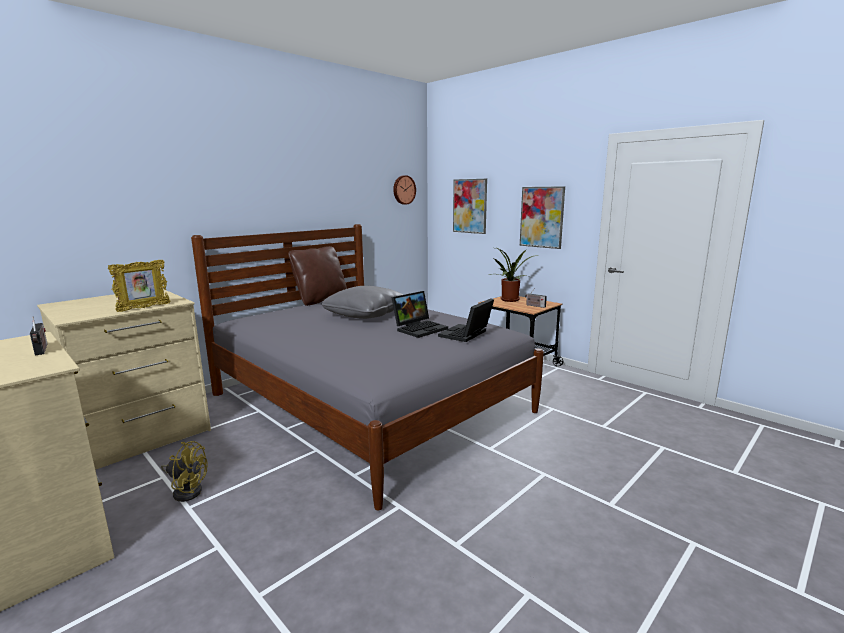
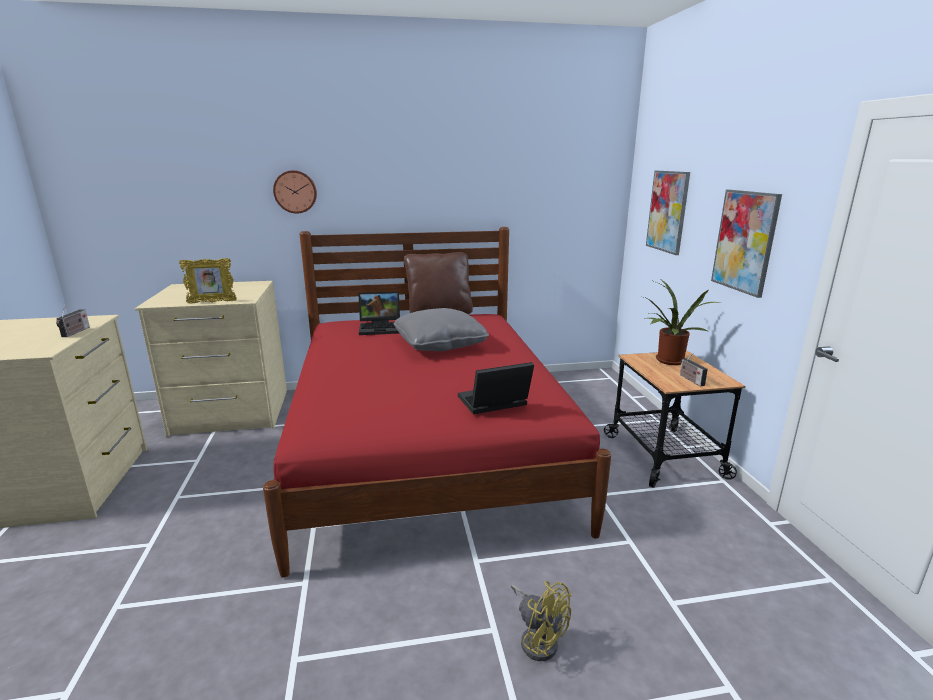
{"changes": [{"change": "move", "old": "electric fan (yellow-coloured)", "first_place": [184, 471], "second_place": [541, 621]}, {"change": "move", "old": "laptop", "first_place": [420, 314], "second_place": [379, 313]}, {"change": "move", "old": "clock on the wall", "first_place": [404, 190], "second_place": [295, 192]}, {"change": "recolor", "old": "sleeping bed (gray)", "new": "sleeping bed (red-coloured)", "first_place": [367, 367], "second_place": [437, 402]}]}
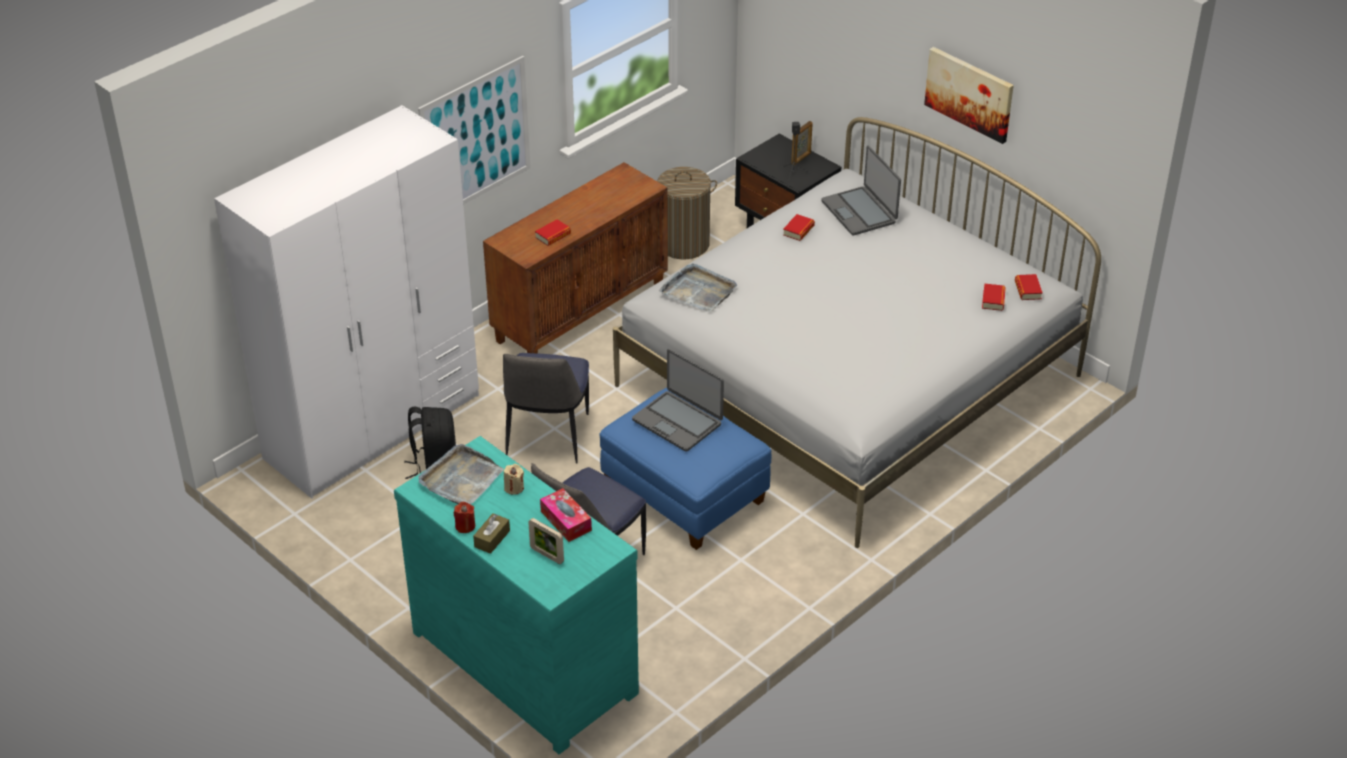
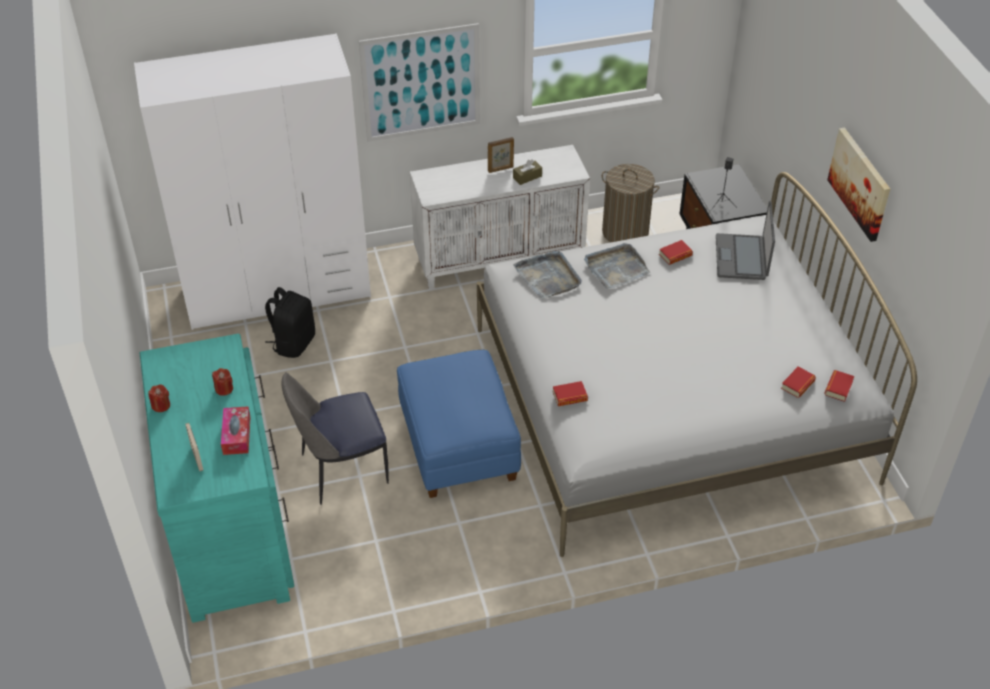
{"changes": [{"change": "delete", "old": "chair", "first_place": [546, 408]}, {"change": "delete", "old": "laptop", "first_place": [678, 400]}, {"change": "move", "old": "carrying tray (gray)", "first_place": [461, 474], "second_place": [617, 266]}, {"change": "move", "old": "box of tissues (brown-coloured)", "first_place": [491, 533], "second_place": [527, 172]}, {"change": "move", "old": "book", "first_place": [553, 232], "second_place": [570, 393]}, {"change": "move", "old": "standing frame", "first_place": [801, 143], "second_place": [501, 155]}, {"change": "recolor", "old": "cabinet (brown-coloured)", "new": "cabinet (white-coloured)", "first_place": [575, 257], "second_place": [500, 217]}, {"change": "recolor", "old": "candle (beige)", "new": "candle (red-coloured)", "first_place": [514, 479], "second_place": [222, 382]}]}
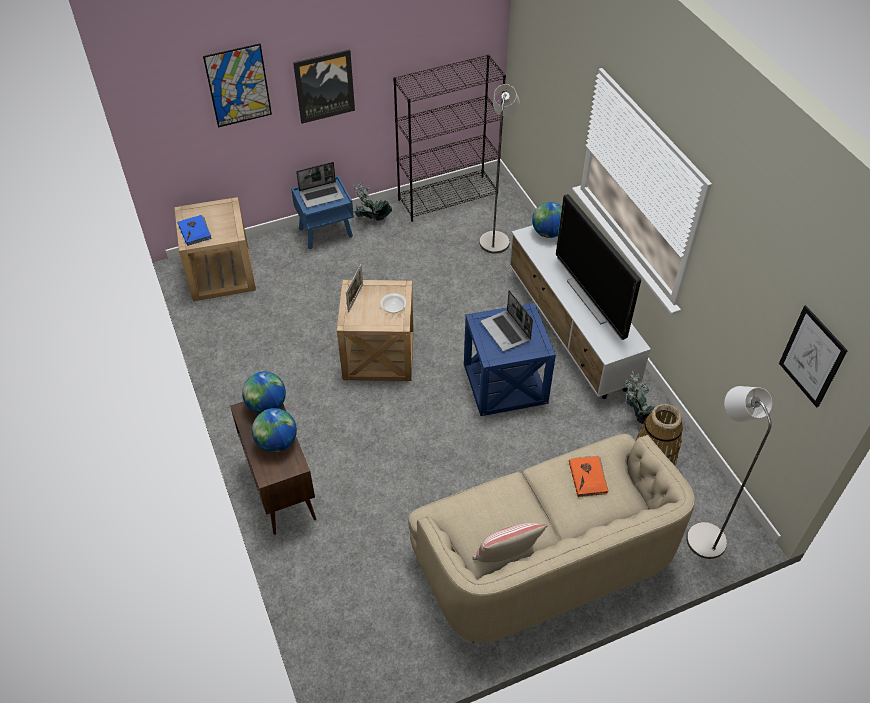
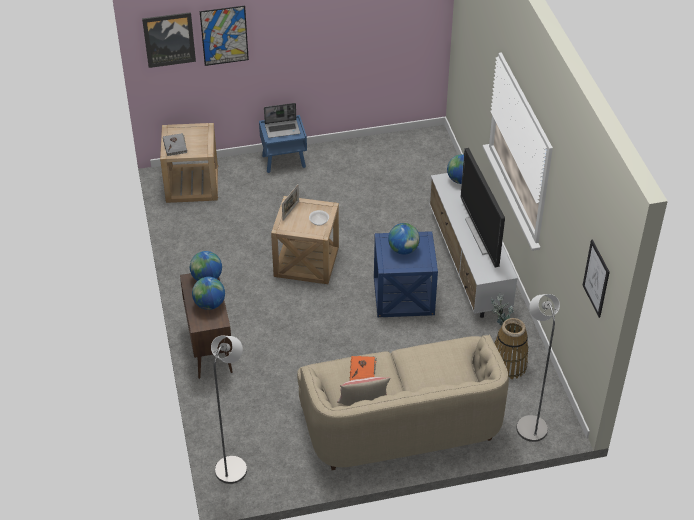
{"changes": [{"change": "delete", "old": "plant in a pot", "first_place": [372, 201]}, {"change": "delete", "old": "bookcase (blackish)", "first_place": [449, 138]}, {"change": "move", "old": "picture", "first_place": [324, 86], "second_place": [169, 40]}, {"change": "move", "old": "standing lamp (gray)", "first_place": [499, 169], "second_place": [229, 410]}, {"change": "move", "old": "book (orange-coloured)", "first_place": [589, 476], "second_place": [363, 368]}, {"change": "replace", "old": "laptop", "new": "desk globe", "first_place": [507, 320], "second_place": [404, 239]}, {"change": "recolor", "old": "book (blue)", "new": "book (gray)", "first_place": [194, 230], "second_place": [175, 144]}]}
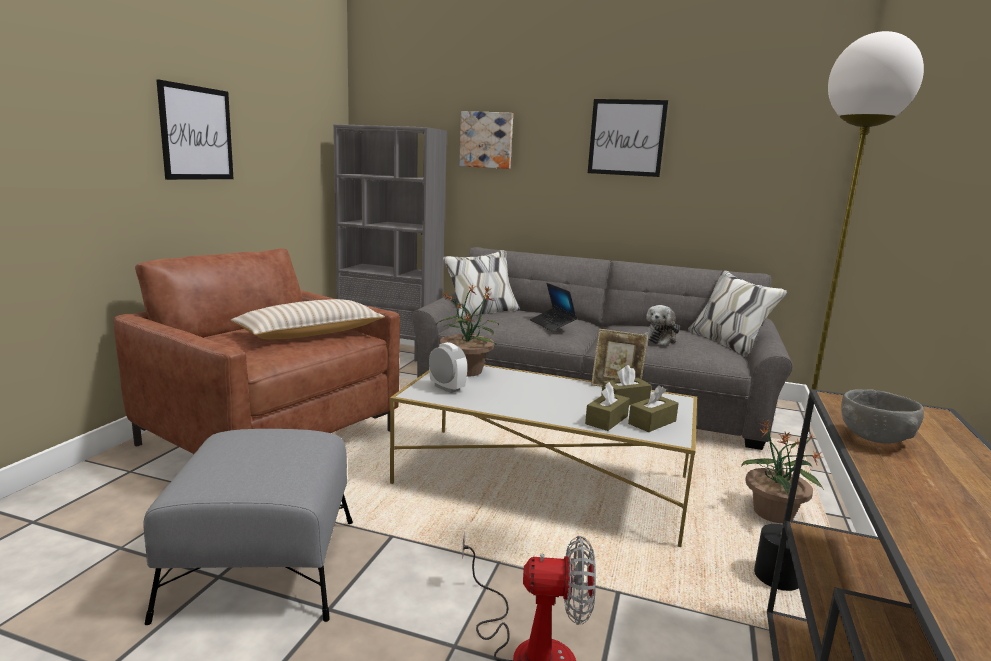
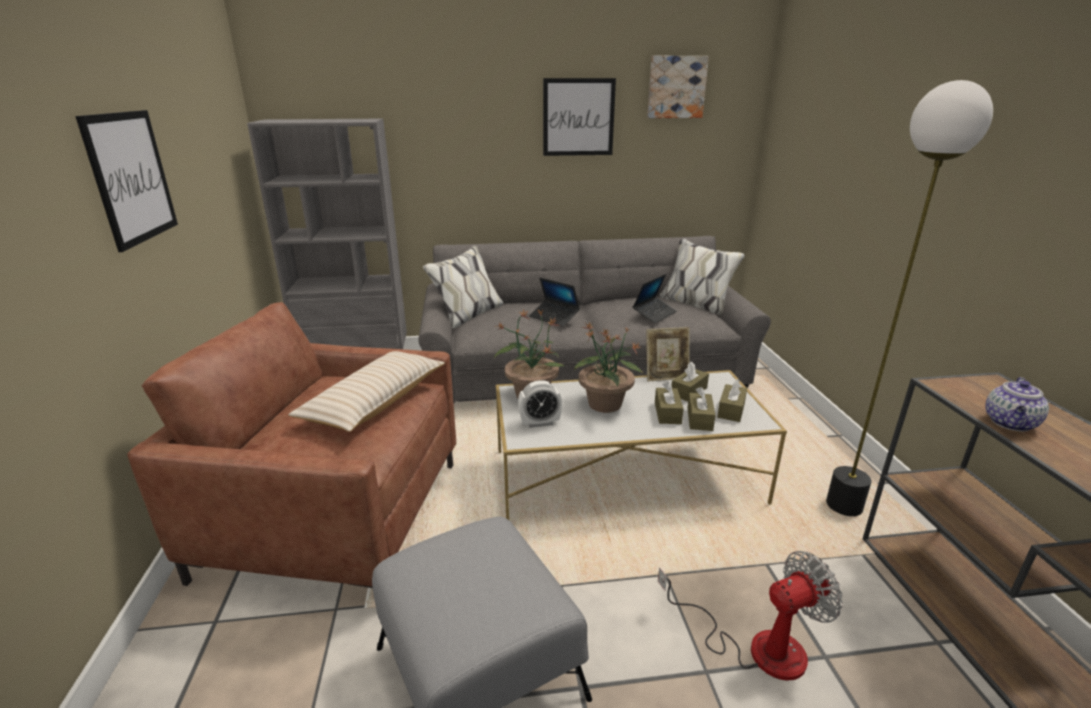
{"changes": [{"change": "insert", "new": "box of tissues (brown-coloured)", "second_place": [669, 403]}, {"change": "move", "old": "picture", "first_place": [486, 140], "second_place": [678, 87]}, {"change": "move", "old": "plant in a pot", "first_place": [782, 471], "second_place": [609, 368]}, {"change": "replace", "old": "soft toy", "new": "laptop", "first_place": [661, 325], "second_place": [655, 298]}, {"change": "replace", "old": "bowl (gray)", "new": "teapot", "first_place": [882, 416], "second_place": [1017, 404]}, {"change": "rotate", "old": "bedside clock", "first_place": [448, 367], "second_place": [540, 404], "degrees": 150}]}
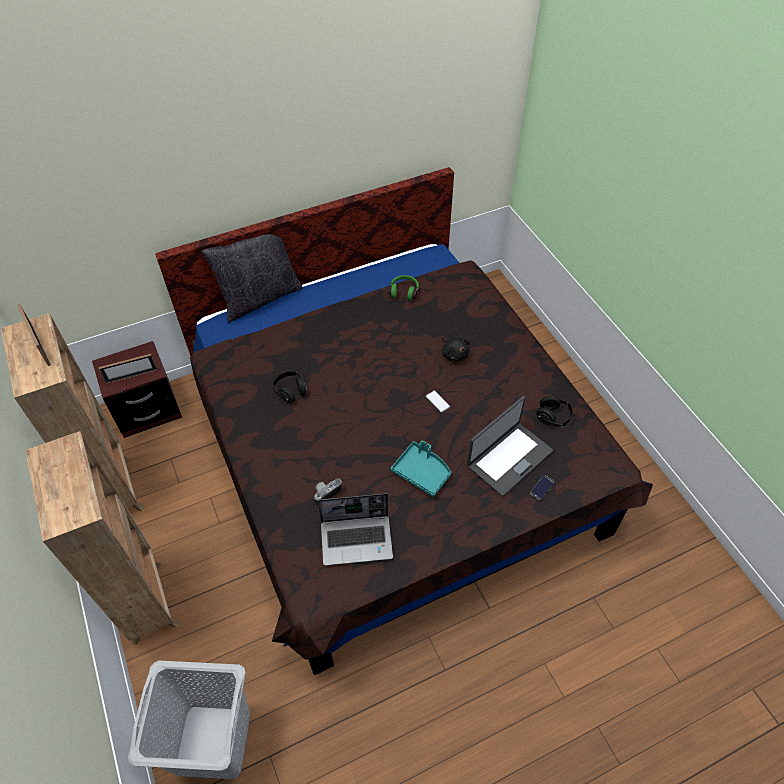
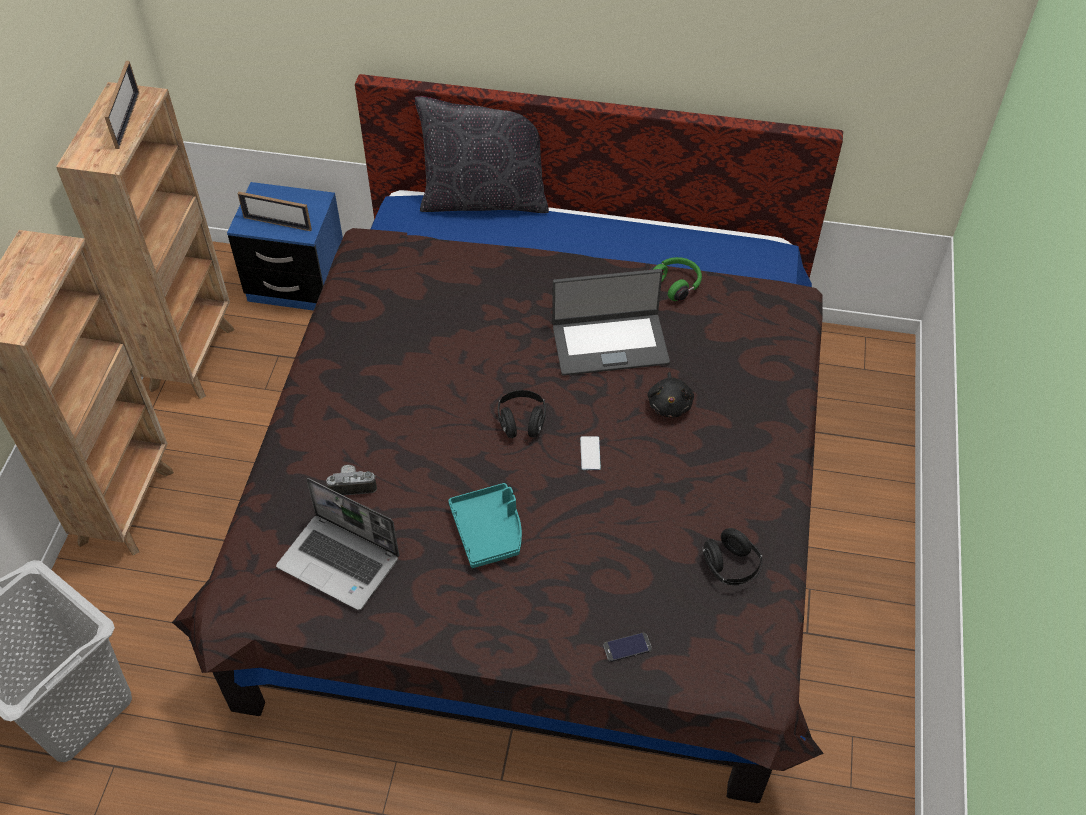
{"changes": [{"change": "move", "old": "headphones (blackish)", "first_place": [290, 387], "second_place": [522, 414]}, {"change": "move", "old": "laptop", "first_place": [510, 446], "second_place": [611, 322]}, {"change": "recolor", "old": "night table (brown-coloured)", "new": "night table (blue)", "first_place": [137, 389], "second_place": [285, 246]}]}
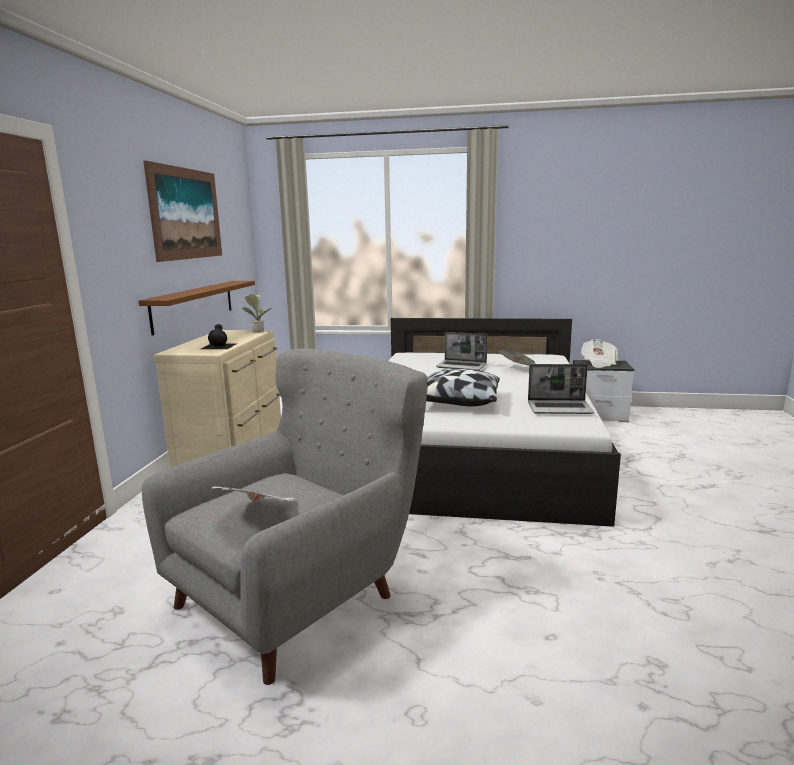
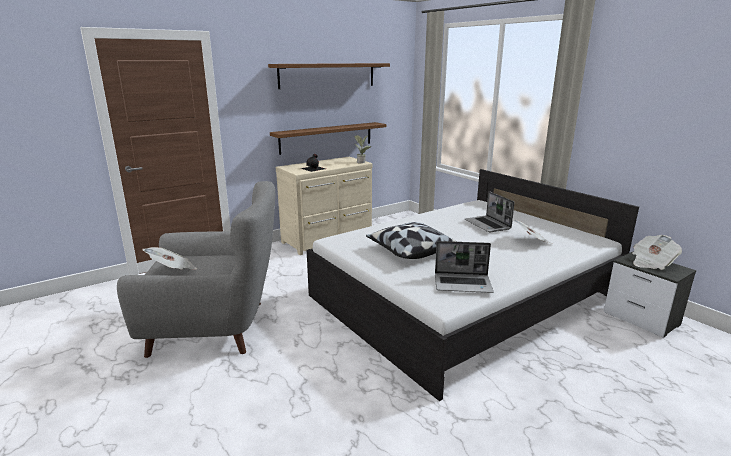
{"changes": [{"change": "replace", "old": "picture", "new": "shelf (brown-coloured)", "first_place": [182, 211], "second_place": [329, 76]}, {"change": "rotate", "old": "laptop", "first_place": [561, 389], "second_place": [464, 267], "degrees": -45}]}
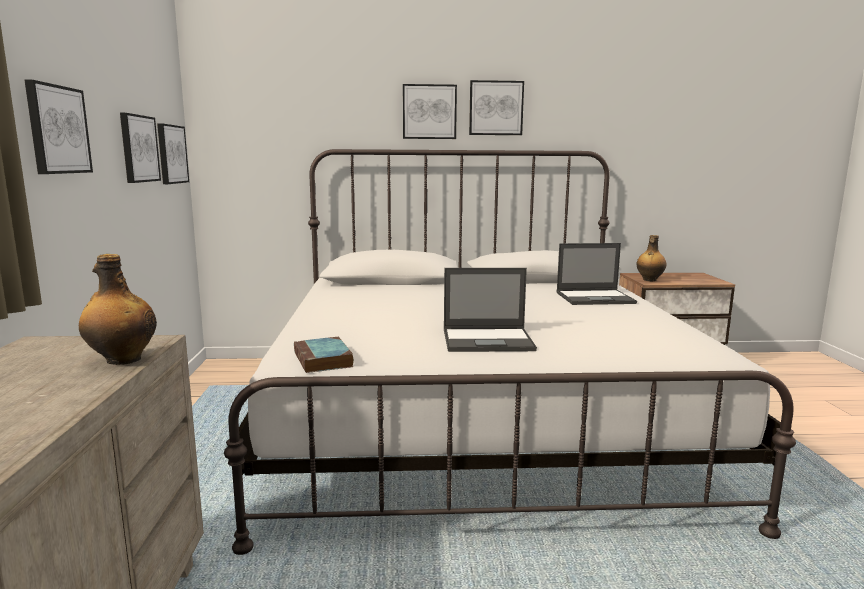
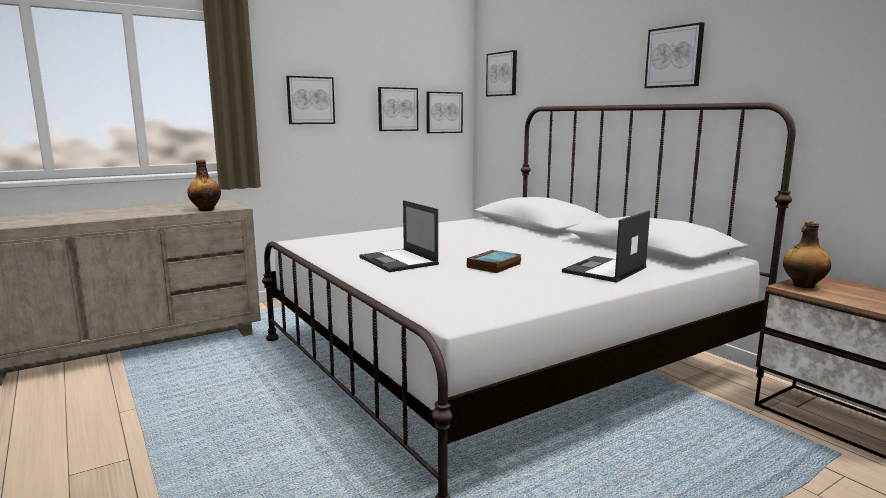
{"changes": [{"change": "move", "old": "book", "first_place": [324, 355], "second_place": [494, 261]}, {"change": "move", "old": "picture", "first_place": [430, 111], "second_place": [501, 73]}, {"change": "rotate", "old": "laptop", "first_place": [596, 274], "second_place": [606, 246], "degrees": 75}]}
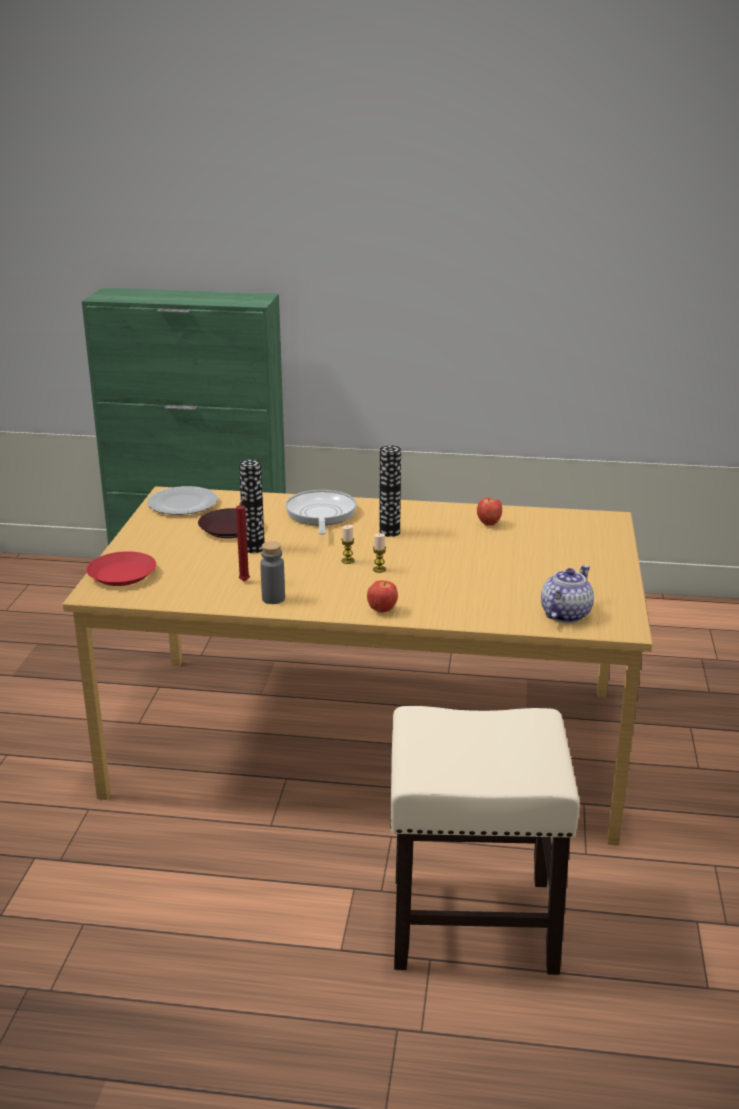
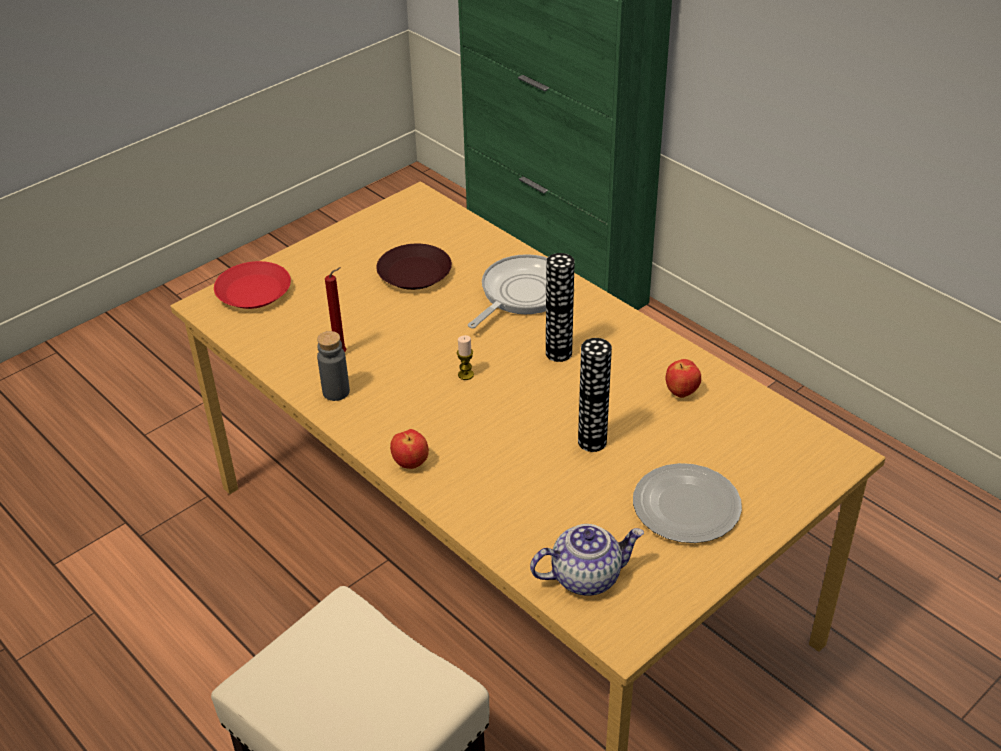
{"changes": [{"change": "delete", "old": "candle", "first_place": [379, 553]}, {"change": "move", "old": "dinner plate", "first_place": [182, 500], "second_place": [687, 503]}, {"change": "move", "old": "flower vase", "first_place": [252, 506], "second_place": [595, 395]}]}
